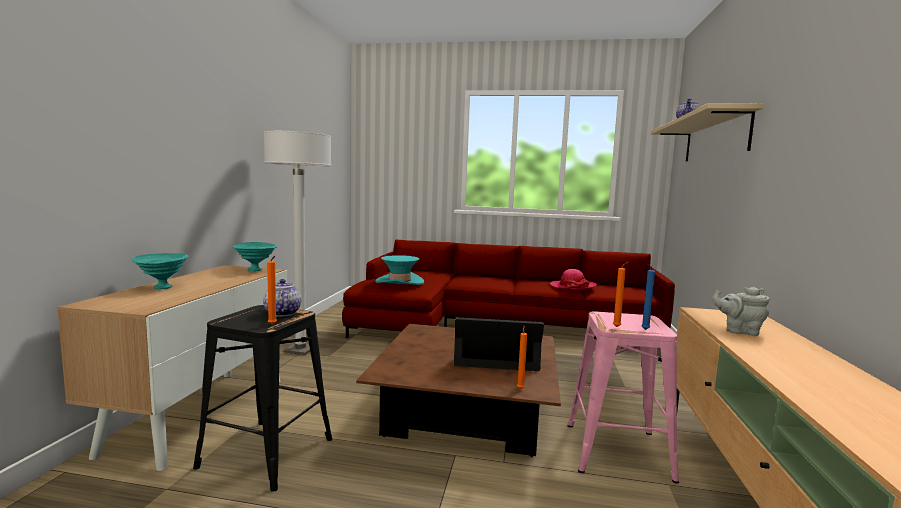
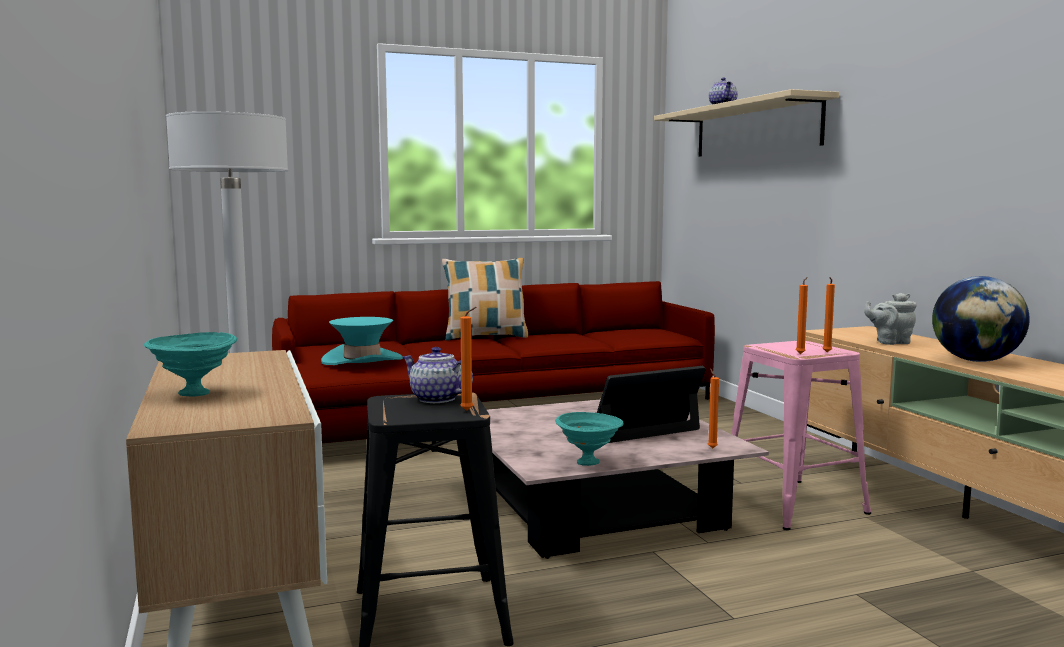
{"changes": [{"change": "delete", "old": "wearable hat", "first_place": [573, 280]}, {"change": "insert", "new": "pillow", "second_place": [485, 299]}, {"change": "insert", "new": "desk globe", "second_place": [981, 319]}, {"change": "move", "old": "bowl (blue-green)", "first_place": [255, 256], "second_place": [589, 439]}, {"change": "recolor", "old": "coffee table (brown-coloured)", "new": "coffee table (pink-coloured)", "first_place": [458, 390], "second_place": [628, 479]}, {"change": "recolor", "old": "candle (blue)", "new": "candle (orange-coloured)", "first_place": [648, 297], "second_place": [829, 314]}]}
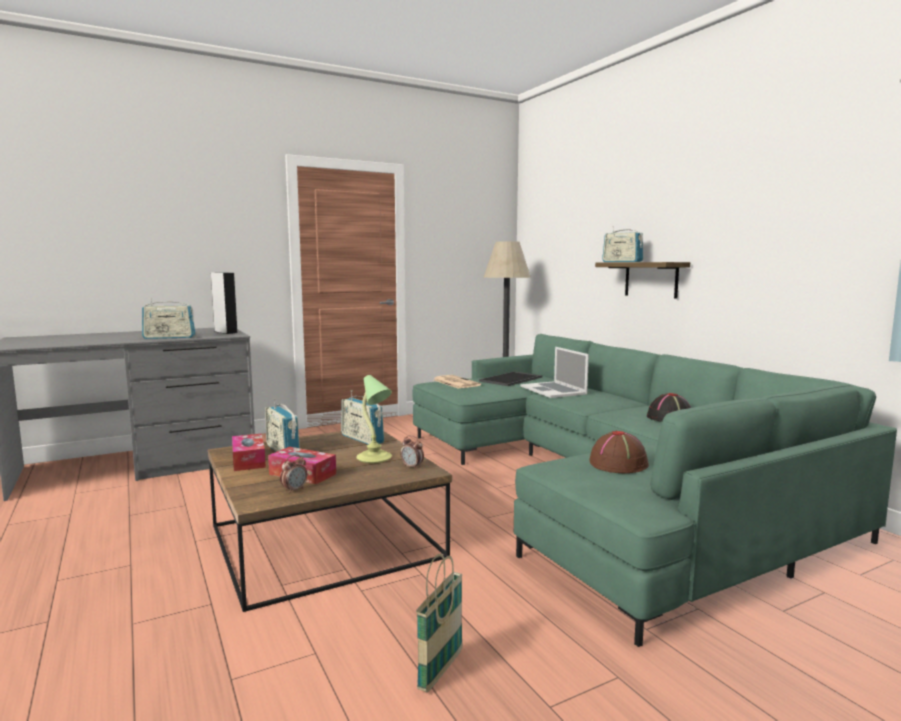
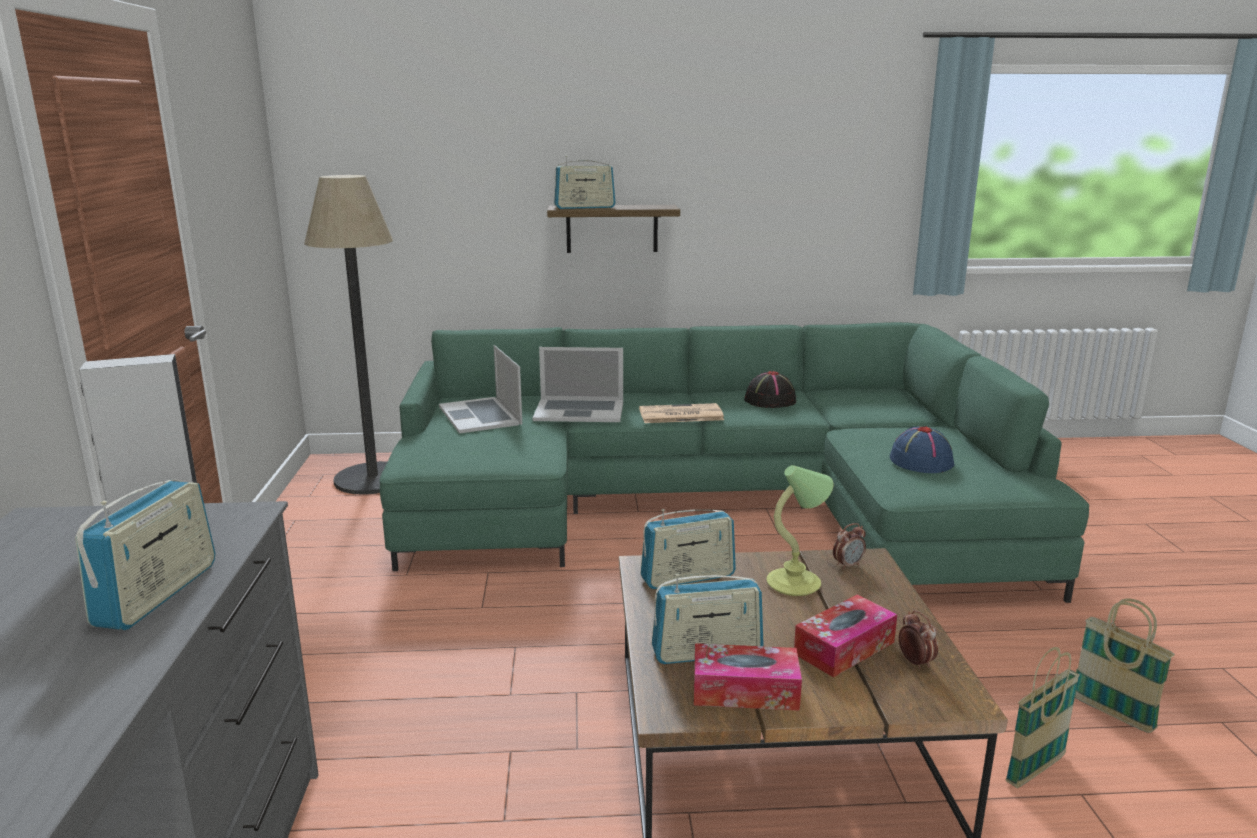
{"changes": [{"change": "insert", "new": "basket", "second_place": [1043, 717]}, {"change": "move", "old": "daily paper", "first_place": [457, 382], "second_place": [681, 413]}, {"change": "replace", "old": "carrying tray", "new": "laptop", "first_place": [510, 378], "second_place": [480, 389]}, {"change": "recolor", "old": "wearable hat (brown-coloured)", "new": "wearable hat (blue)", "first_place": [619, 452], "second_place": [922, 449]}]}
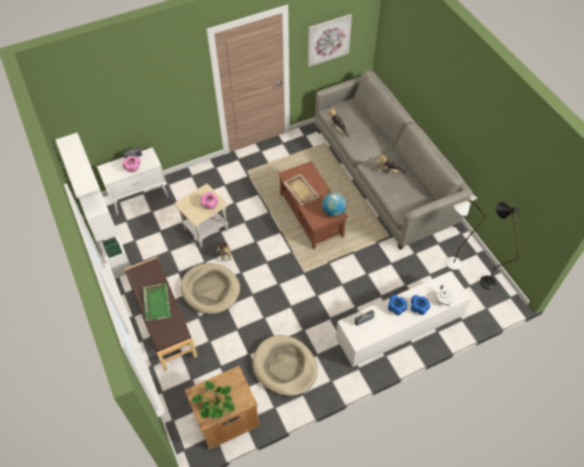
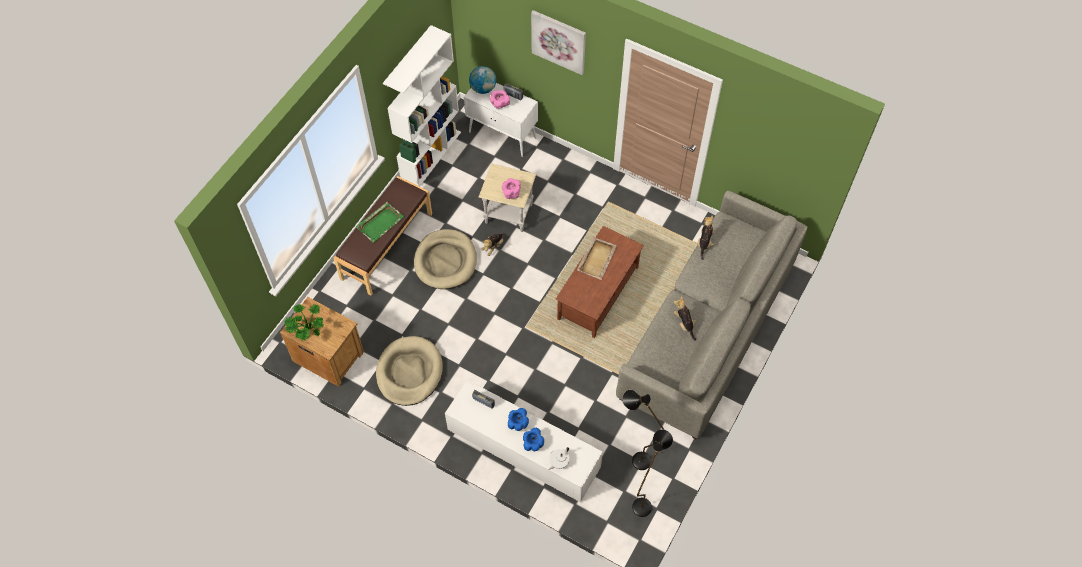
{"changes": [{"change": "move", "old": "picture", "first_place": [330, 40], "second_place": [558, 42]}, {"change": "move", "old": "desk globe", "first_place": [334, 204], "second_place": [482, 80]}, {"change": "recolor", "old": "standing lamp (white-coloured)", "new": "standing lamp (blackish)", "first_place": [466, 231], "second_place": [643, 430]}]}
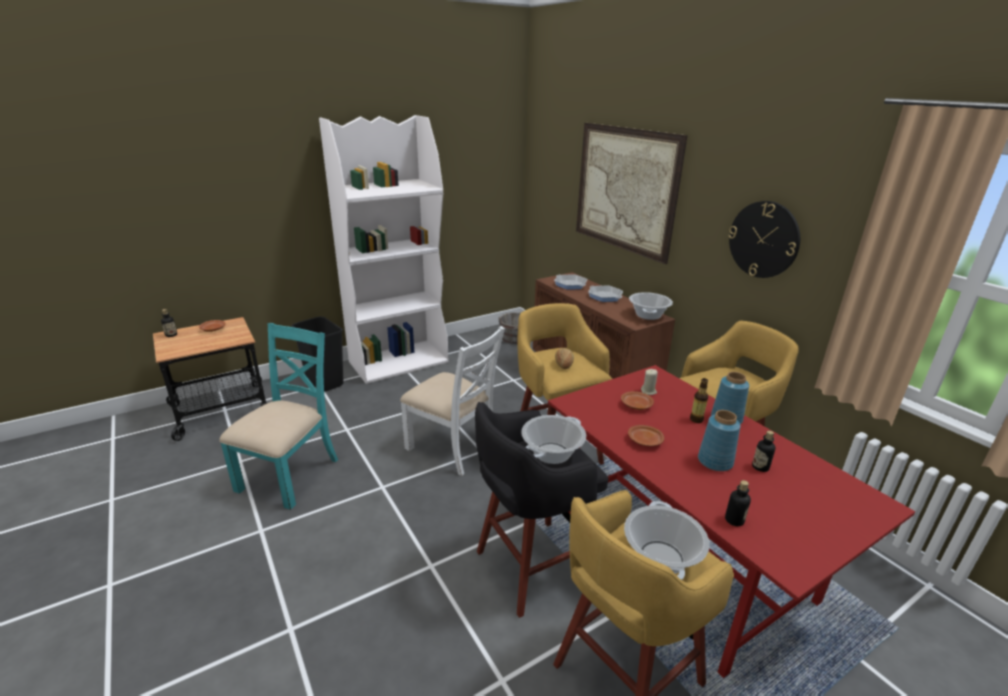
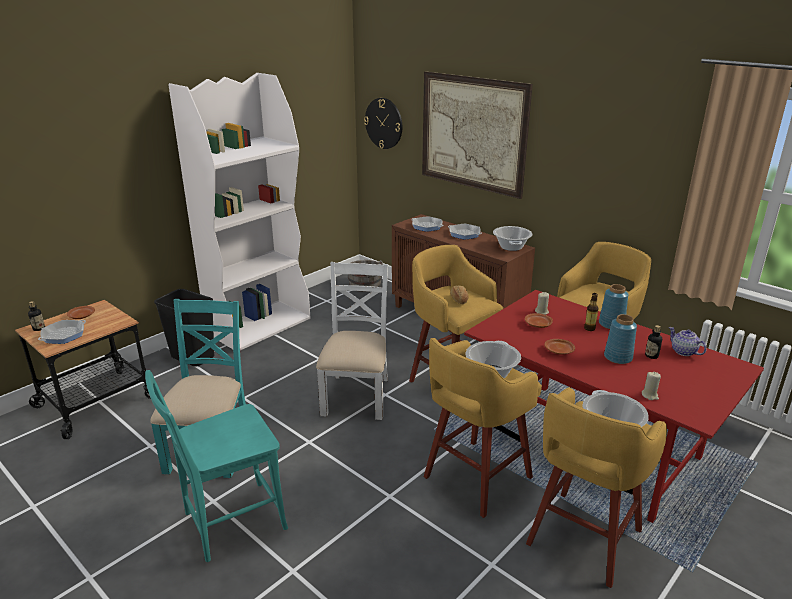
{"changes": [{"change": "insert", "new": "skillet", "second_place": [62, 332]}, {"change": "insert", "new": "chair (blue-green)", "second_place": [216, 466]}, {"change": "insert", "new": "teapot", "second_place": [688, 341]}, {"change": "move", "old": "clock on the wall", "first_place": [764, 239], "second_place": [383, 123]}, {"change": "replace", "old": "bottle", "new": "candle (beige)", "first_place": [738, 503], "second_place": [651, 386]}, {"change": "recolor", "old": "stool seat (blackish)", "new": "stool seat (yellow-coloured)", "first_place": [541, 510], "second_place": [483, 428]}, {"change": "rotate", "old": "chair (white-coloured)", "first_place": [452, 401], "second_place": [352, 341], "degrees": -105}]}
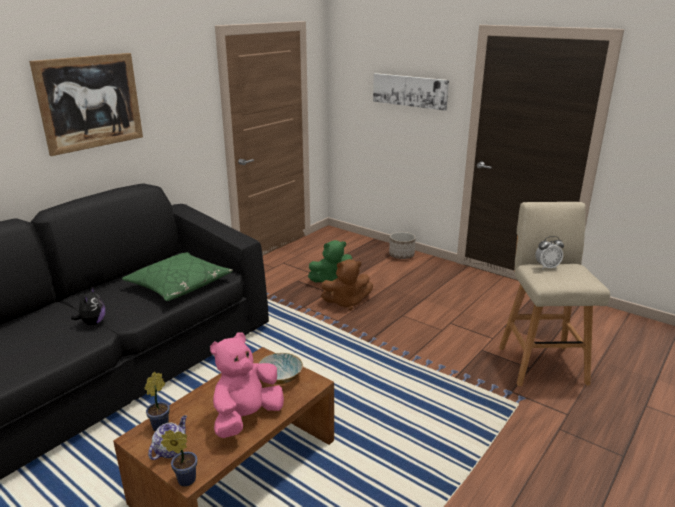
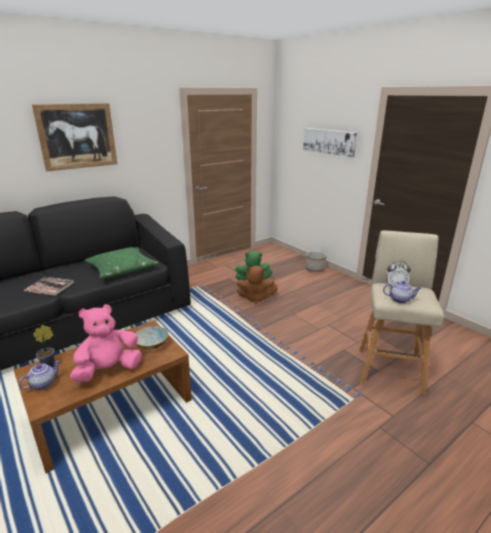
{"changes": [{"change": "delete", "old": "plant in a pot", "first_place": [179, 458]}, {"change": "insert", "new": "teapot", "second_place": [402, 292]}, {"change": "replace", "old": "soft toy", "new": "book", "first_place": [88, 305], "second_place": [49, 286]}]}
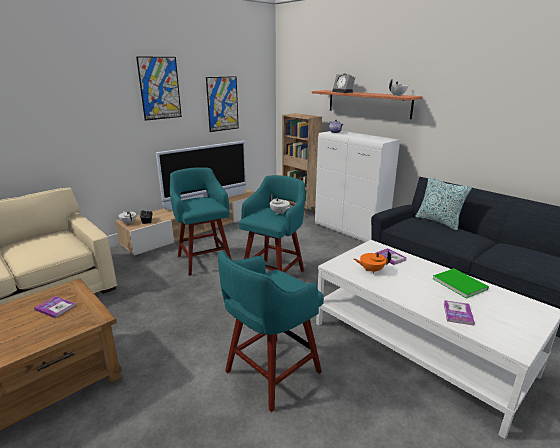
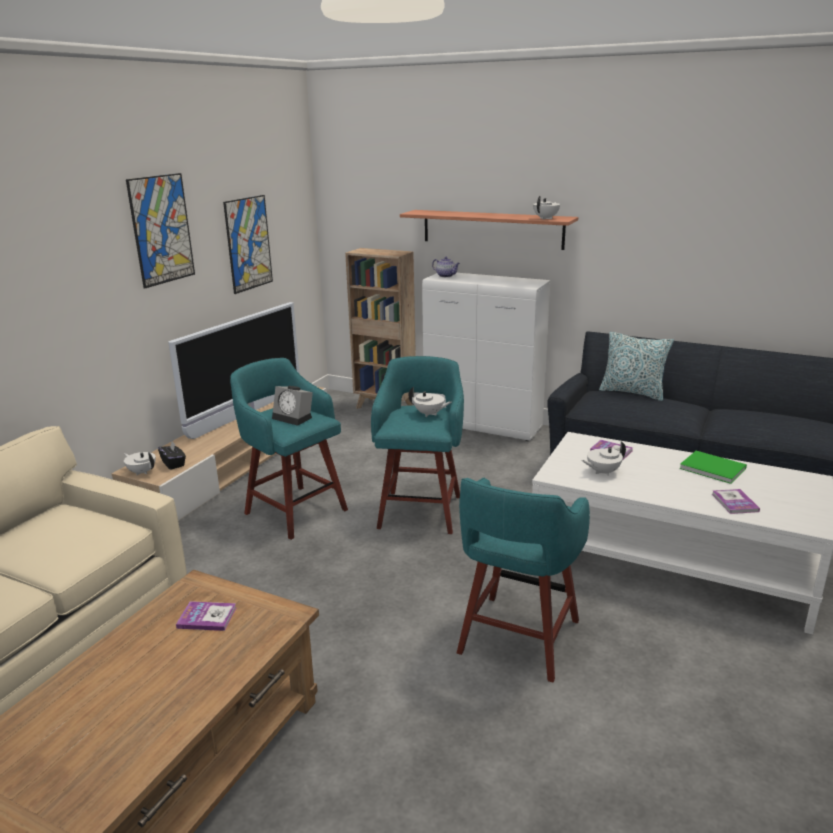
{"changes": [{"change": "move", "old": "bedside clock", "first_place": [343, 83], "second_place": [292, 406]}, {"change": "recolor", "old": "teapot (orange-coloured)", "new": "teapot (white-coloured)", "first_place": [372, 262], "second_place": [604, 459]}]}
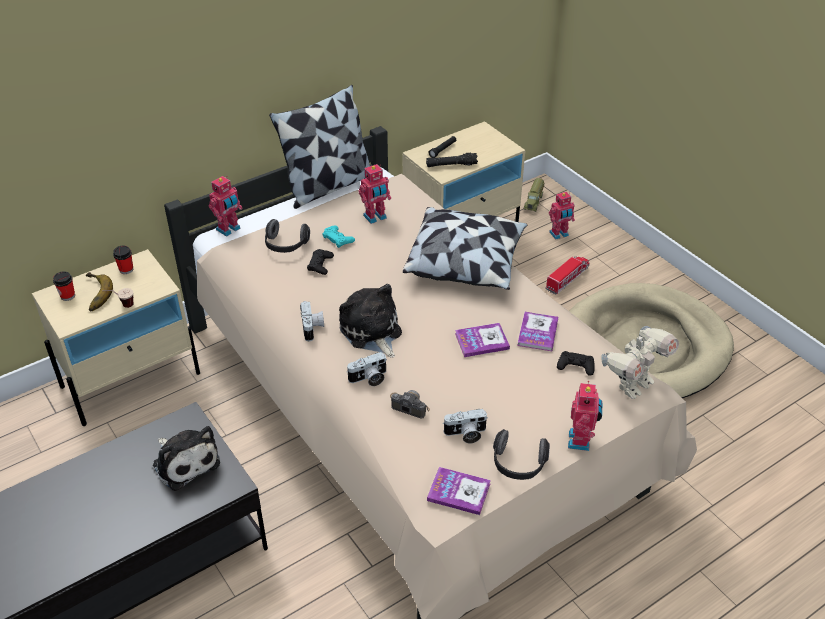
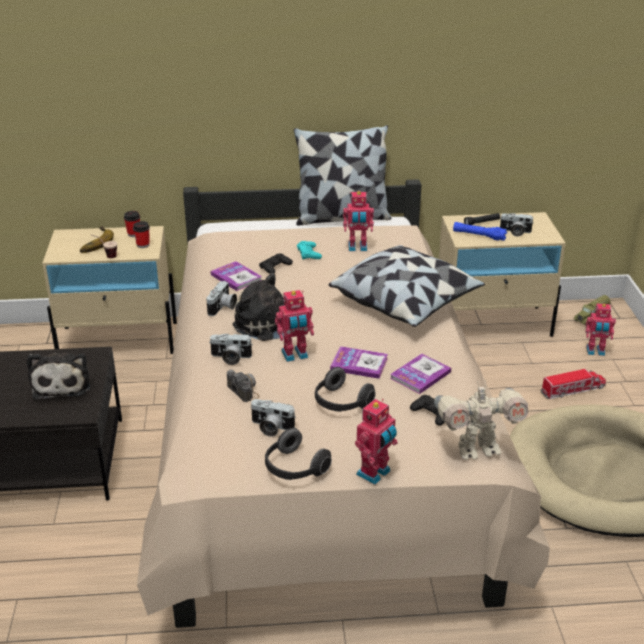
{"changes": [{"change": "insert", "new": "photo camera", "second_place": [517, 225]}, {"change": "move", "old": "cup", "first_place": [64, 286], "second_place": [141, 234]}, {"change": "move", "old": "robot figure", "first_place": [225, 206], "second_place": [294, 326]}, {"change": "move", "old": "headphones", "first_place": [287, 236], "second_place": [345, 389]}, {"change": "move", "old": "book", "first_place": [459, 491], "second_place": [236, 276]}, {"change": "recolor", "old": "hand torch (blackish)", "new": "hand torch (blue)", "first_place": [452, 160], "second_place": [480, 231]}, {"change": "rotate", "old": "soft toy", "first_place": [370, 321], "second_place": [269, 307], "degrees": -60}]}
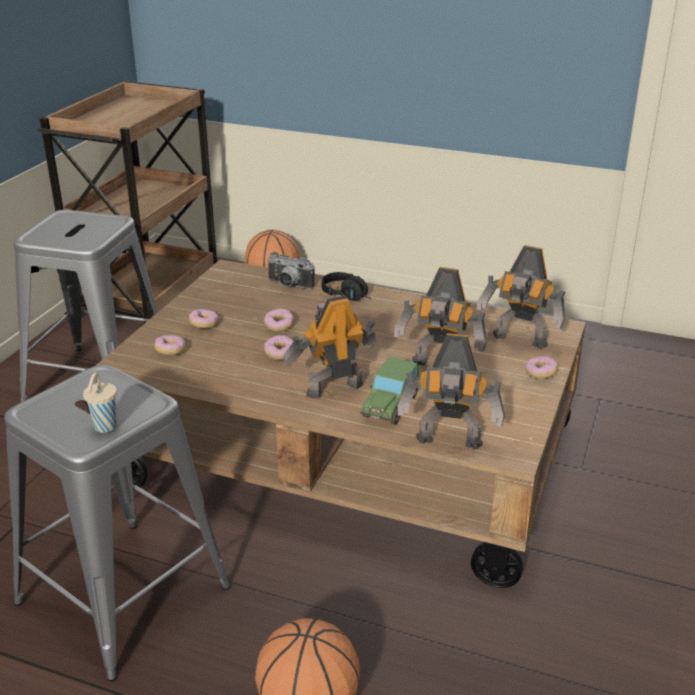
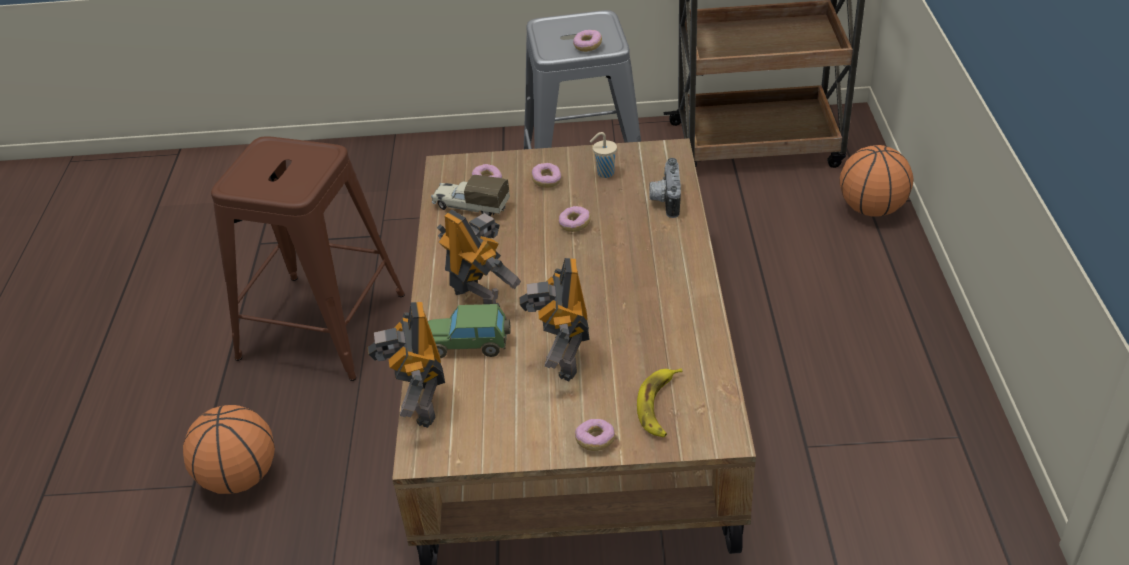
{"changes": [{"change": "delete", "old": "headphones (blackish)", "first_place": [346, 286]}, {"change": "insert", "new": "toy lorry", "second_place": [470, 195]}, {"change": "move", "old": "cup (beige)", "first_place": [100, 402], "second_place": [603, 155]}, {"change": "move", "old": "doughnut", "first_place": [279, 347], "second_place": [587, 41]}, {"change": "replace", "old": "robot figure", "new": "banana", "first_place": [521, 297], "second_place": [659, 402]}, {"change": "recolor", "old": "stool seat (gray)", "new": "stool seat (brown-coloured)", "first_place": [117, 523], "second_place": [308, 258]}]}
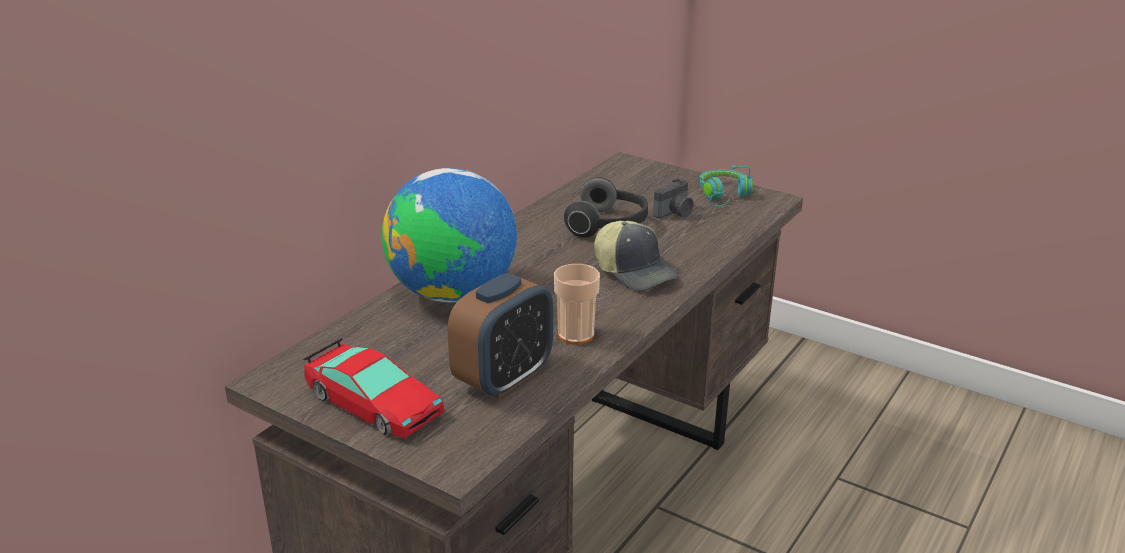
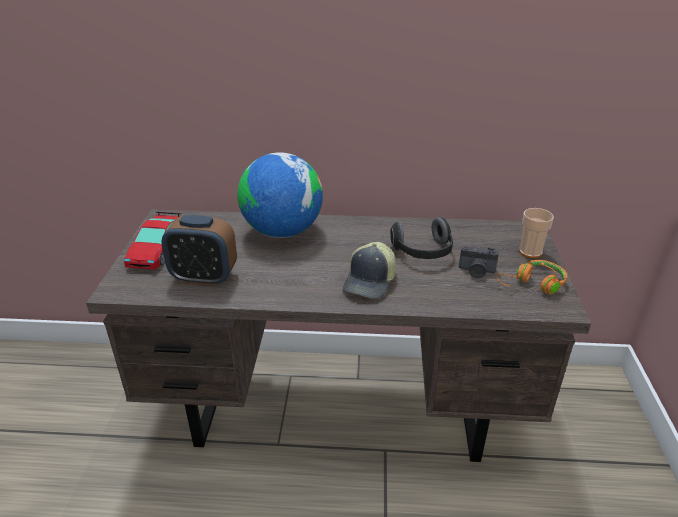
{"changes": [{"change": "move", "old": "cup", "first_place": [577, 304], "second_place": [536, 233]}, {"change": "recolor", "old": "headphones (blue-green)", "new": "headphones (orange-coloured)", "first_place": [726, 185], "second_place": [532, 277]}]}
